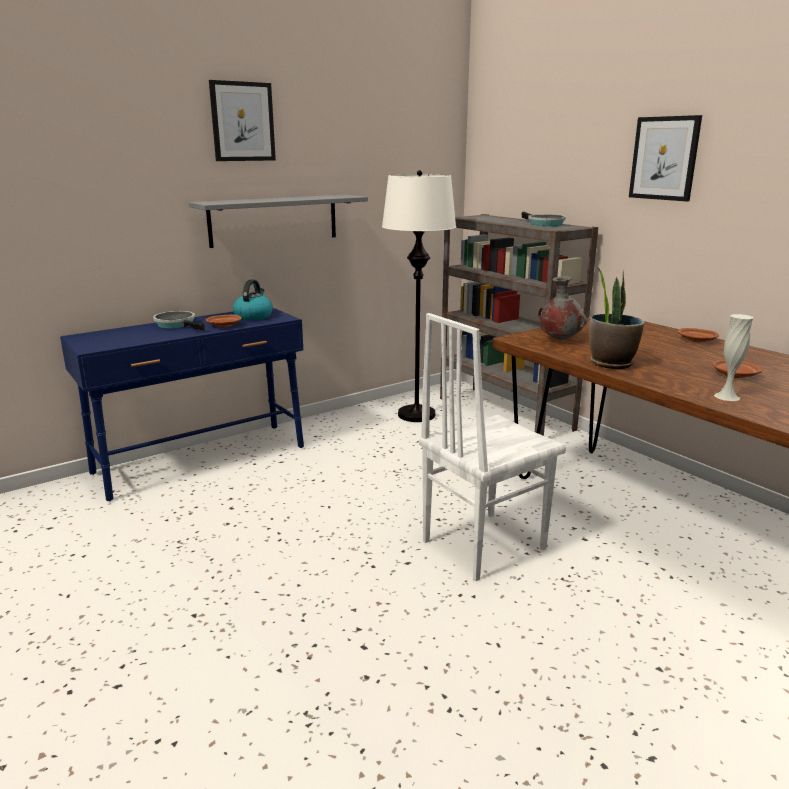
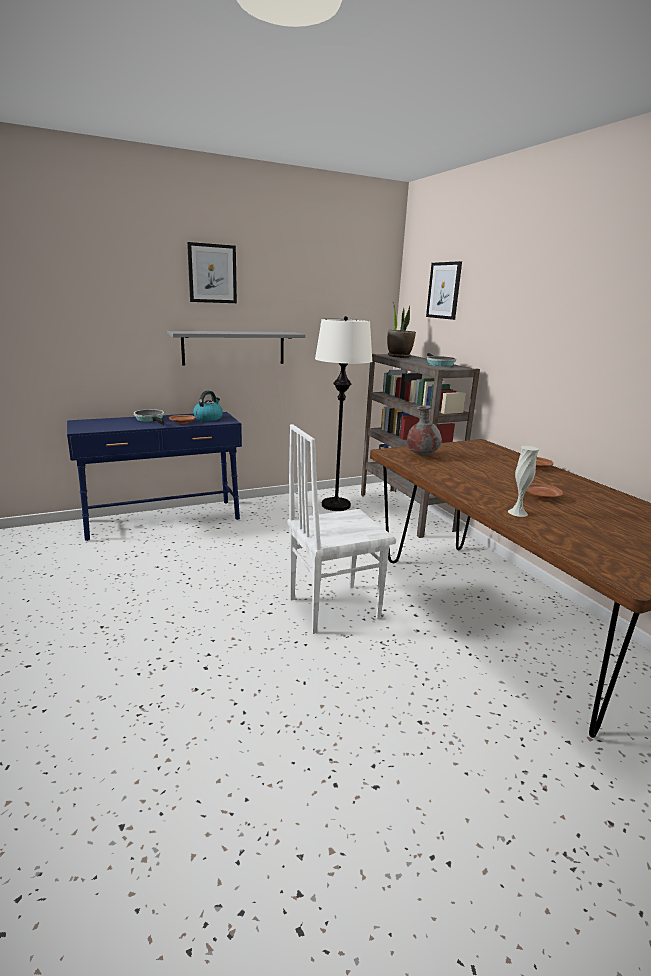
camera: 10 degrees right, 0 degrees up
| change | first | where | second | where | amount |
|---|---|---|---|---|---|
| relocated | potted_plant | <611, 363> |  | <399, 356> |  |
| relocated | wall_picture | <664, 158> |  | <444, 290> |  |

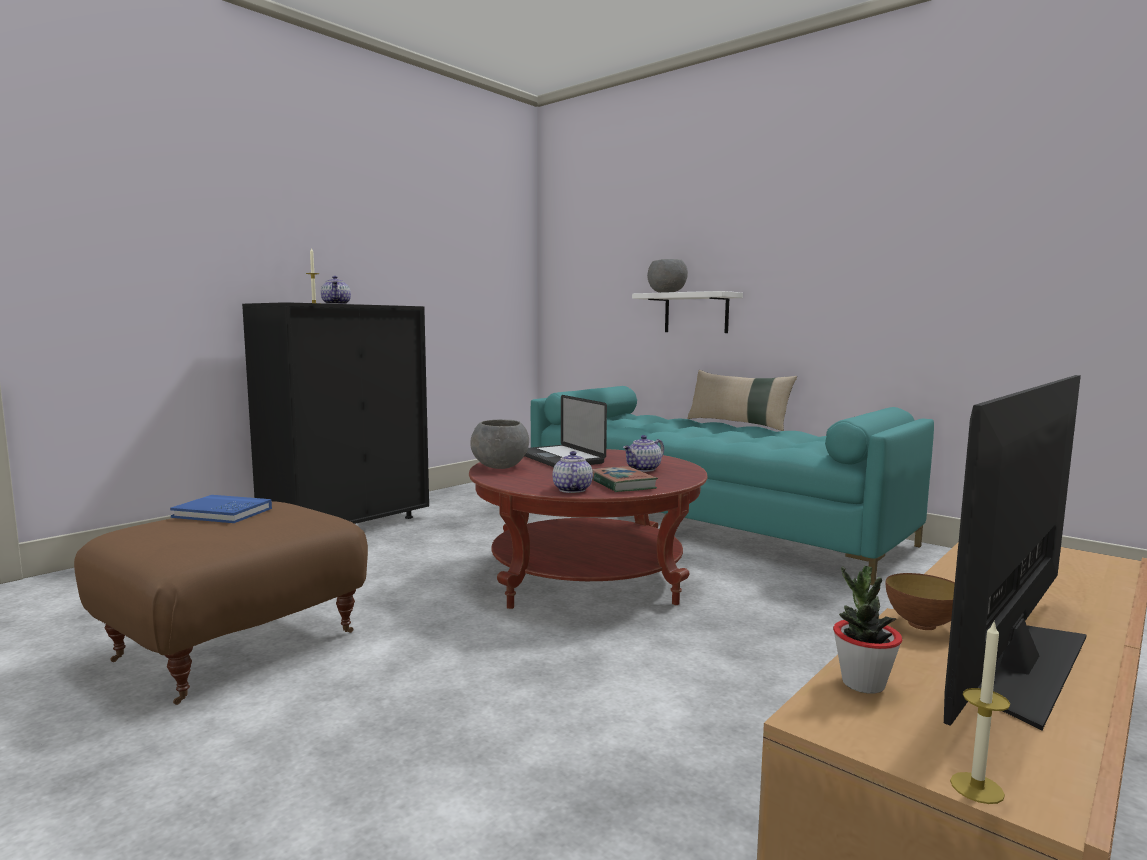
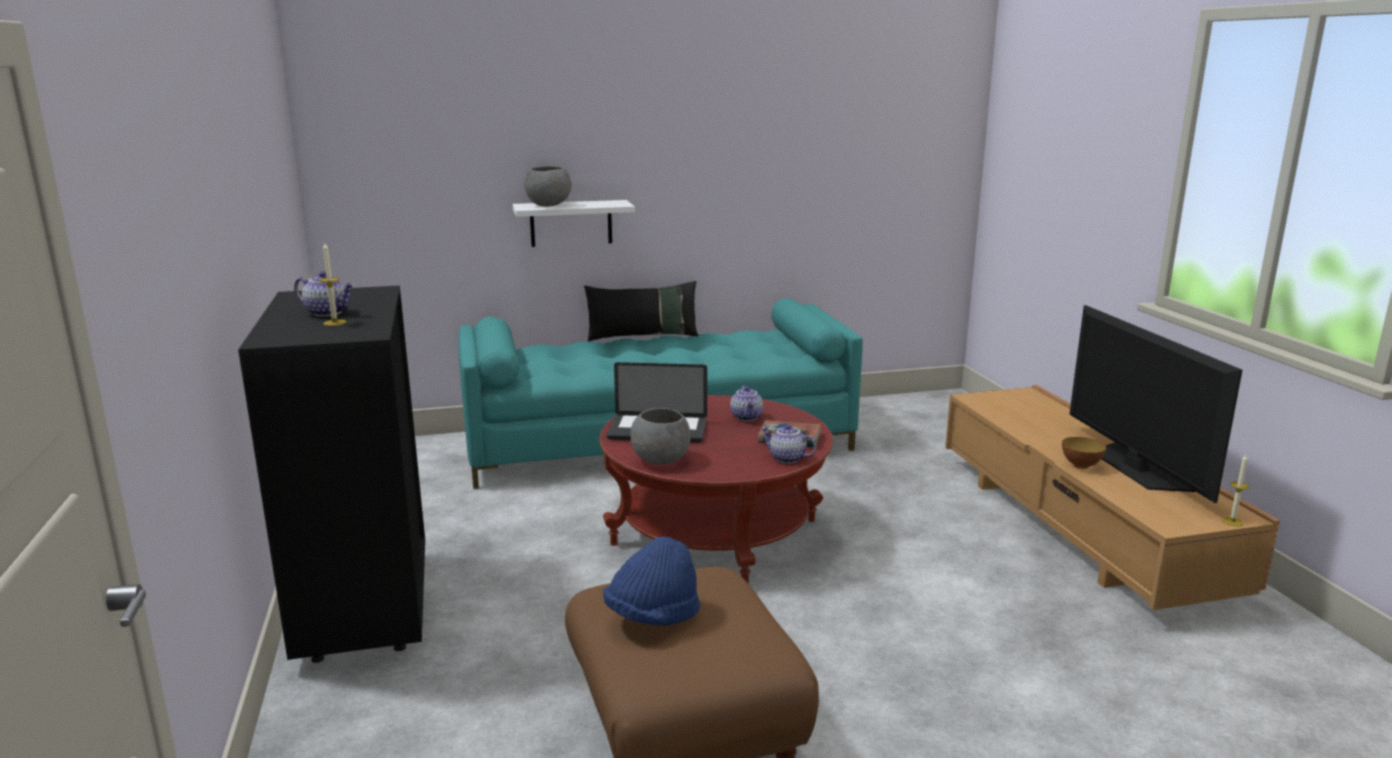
camera: 55 degrees left, 10 degrees up
| change | first | where | second | where | amount |
|---|---|---|---|---|---|
| colour | beige-coloured_throw_pillow | <738, 424> | black-coloured_throw_pillow | <643, 336> |  |
| exchanged | blue-coloured_volume | <222, 513> | blue-coloured_wearable_hat | <652, 616> |  |
| missing | potted_plant | <863, 684> |  |  |  |

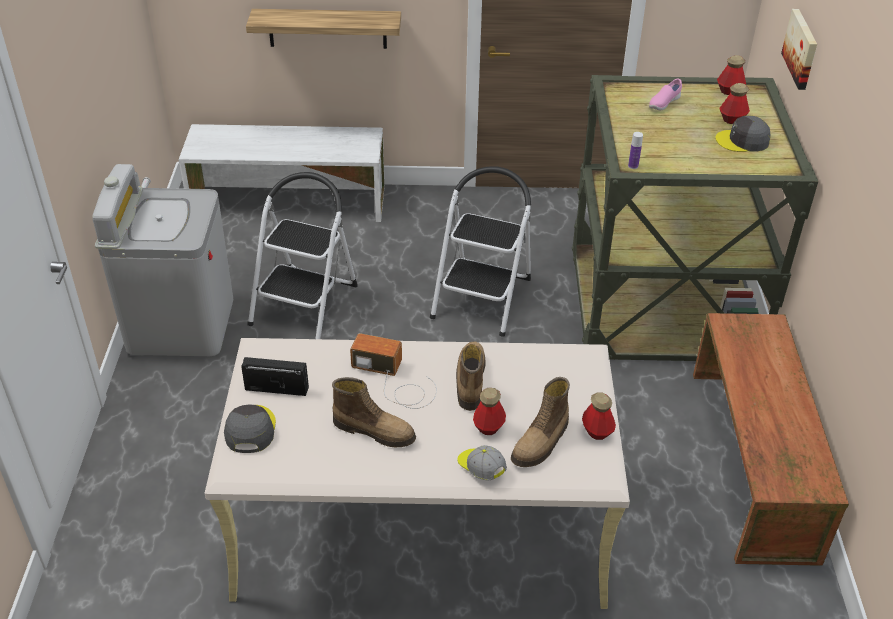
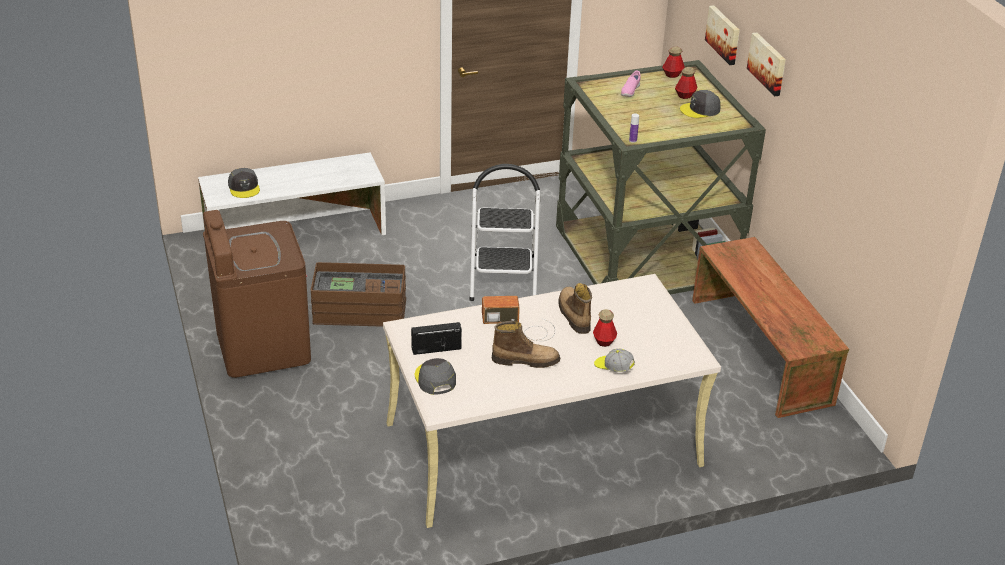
camera: 20 degrees left, 5 degrees down
| change | first | where | second | where | amount |
|---|---|---|---|---|---|
| colour | greyish_laundry_appliance | <180, 325> | brownish_laundry_appliance | <261, 347> |  |
| appeared |  |  | greyish_baseball_cap | <244, 187> |  |
| exchanged | stepladder | <306, 303> | brownish_storage_container | <360, 309> |  |
| appeared |  |  | wall_picture | <768, 63> |  |
| missing | wall_shelf | <327, 28> |  |  |  |
| missing | boot | <541, 443> |  |  |  |
| missing | bottle | <597, 431> |  |  |  |

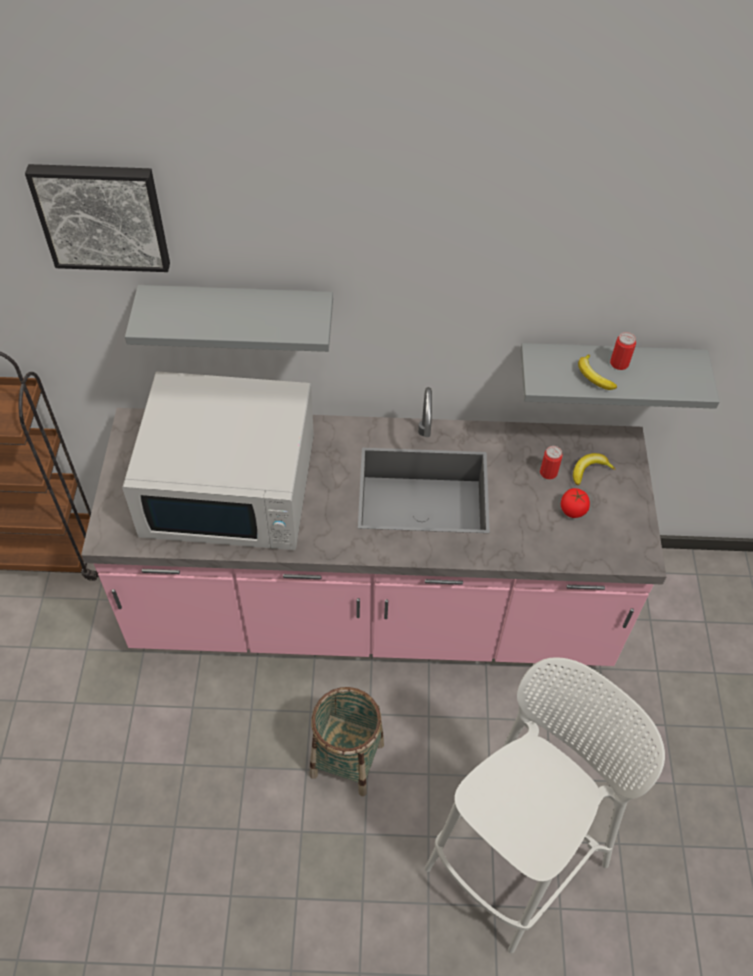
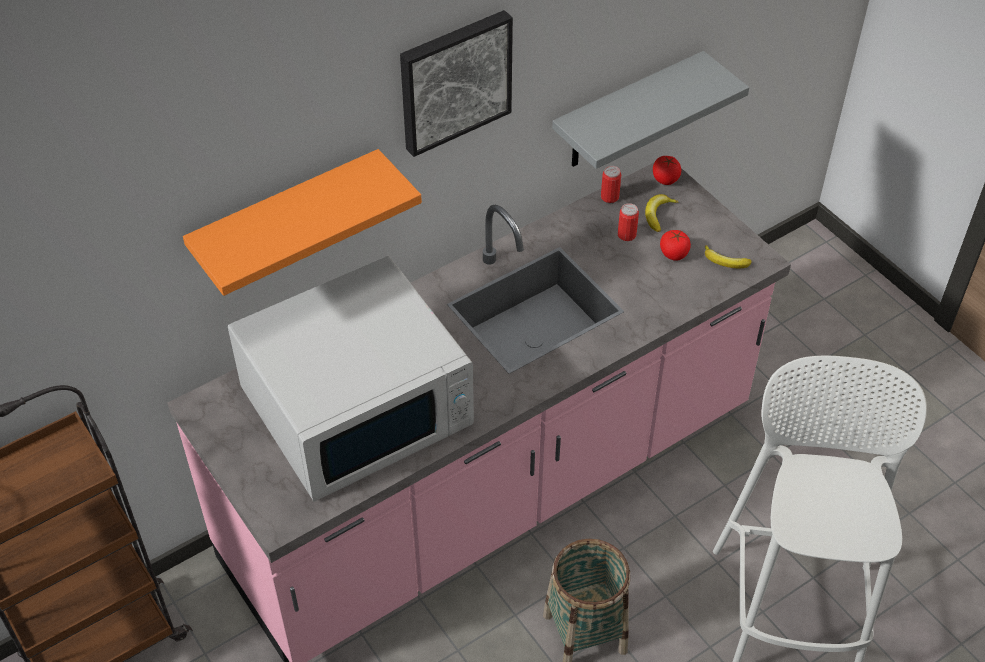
camera: 35 degrees left, 5 degrees down
| change | first | where | second | where | amount |
|---|---|---|---|---|---|
| colour | greyish_wall_shelf | <238, 315> | orange-coloured_wall_shelf | <288, 221> |  |
| relocated | wall_picture | <102, 215> |  | <454, 80> |  |
| relocated | can | <619, 363> |  | <609, 197> |  |
| appeared |  |  | whole_tomato | <665, 179> |  |
| relocated | banana_fruit | <593, 377> |  | <725, 262> |  |

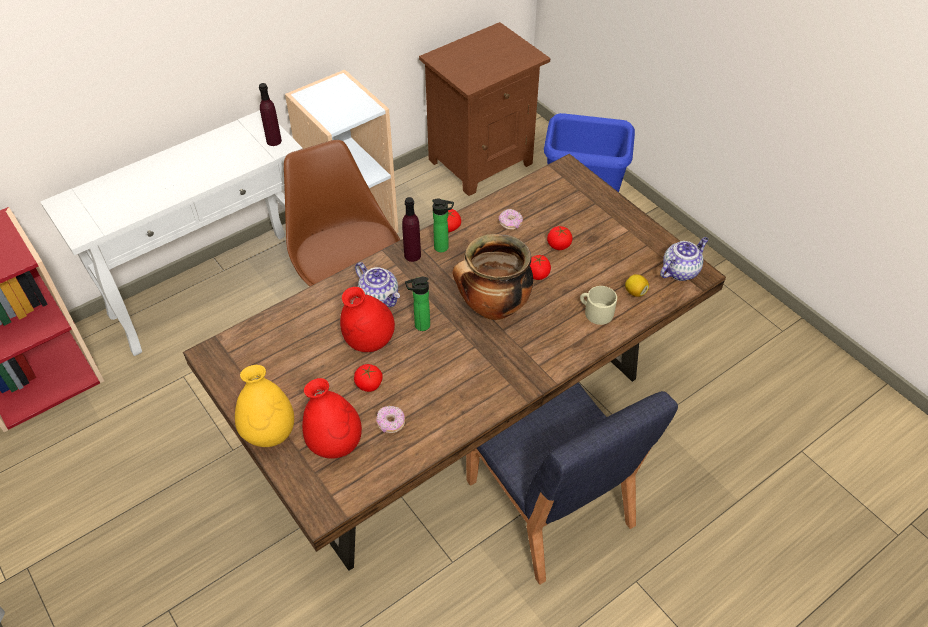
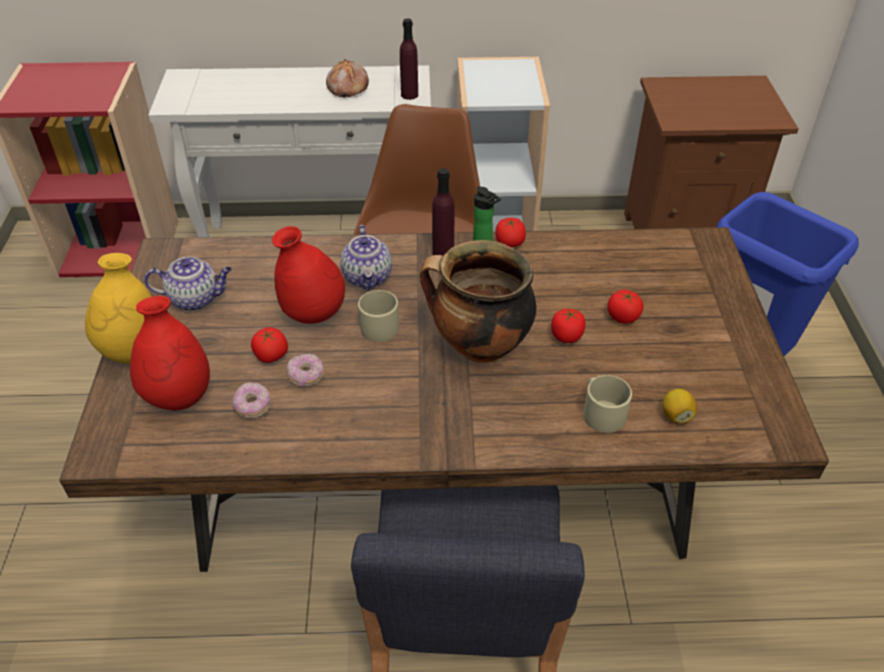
camera: 35 degrees right, 5 degrees down
| change | first | where | second | where | amount |
|---|---|---|---|---|---|
| relocated | tea_pot | <680, 270> |  | <196, 299> |  |
| relocated | doughnut | <510, 223> |  | <306, 376> |  |
| appeared |  |  | bakery_bread | <347, 87> |  |
| exchanged | bottle | <420, 326> | beige-coloured_mug | <381, 325> |  |

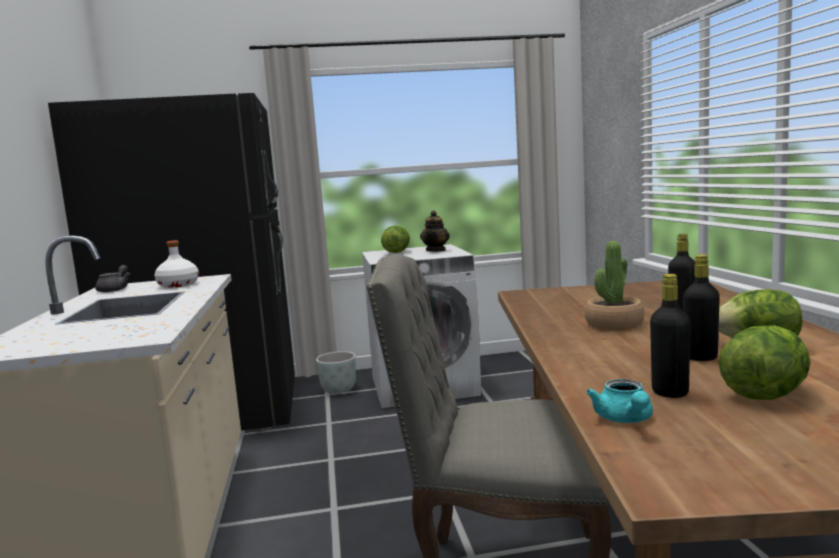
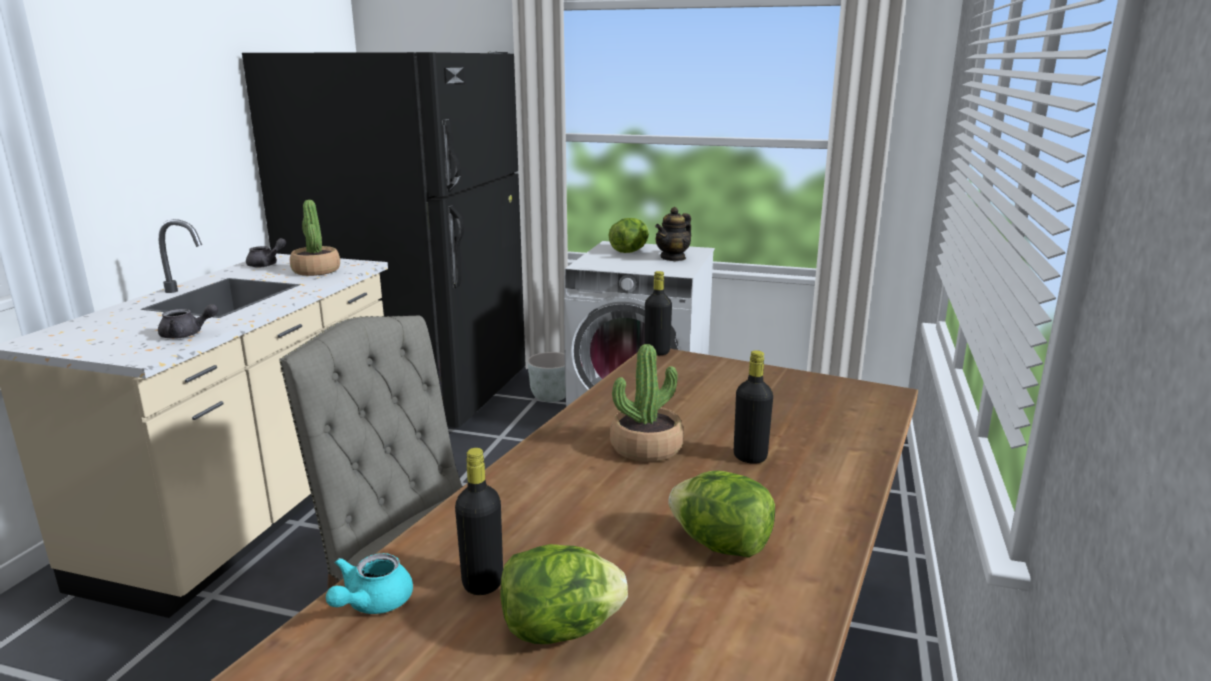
camera: 25 degrees right, 10 degrees up
| change | first | where | second | where | amount |
|---|---|---|---|---|---|
| appeared |  |  | greyish_tea_pot | <187, 335> |  |
| exchanged | white-coloured_bottle | <177, 285> | potted_plant | <316, 271> |  |
| relocated | black-coloured_bottle | <700, 357> |  | <657, 352> |  |

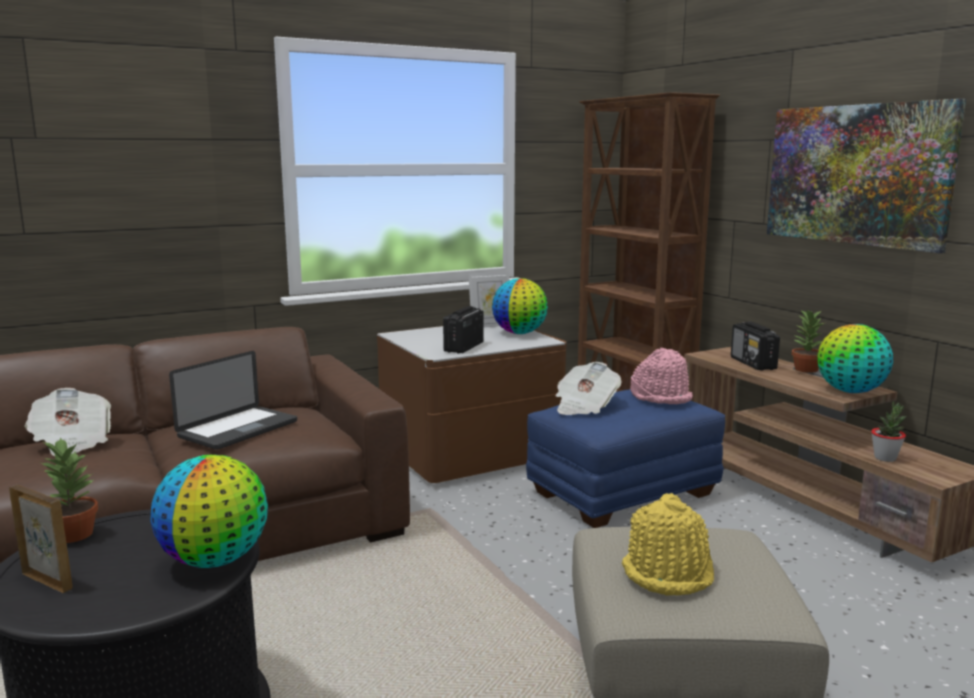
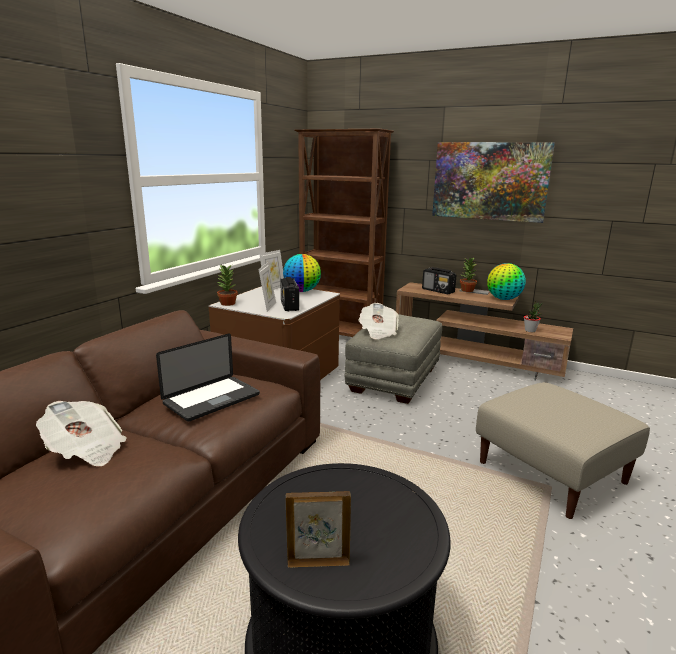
camera: 35 degrees left, 5 degrees up
| change | first | where | second | where | amount |
|---|---|---|---|---|---|
| spun | notebook_computer | <238, 429> |  | <212, 399> | 45 degrees clockwise |
| relocated | potted_plant | <73, 534> |  | <227, 303> |  |
| appeared |  |  | standing_frame | <268, 307> |  |
| colour | blue-coloured_pouffe | <622, 493> | greyish_pouffe | <393, 379> |  |
| missing | globe | <215, 560> |  |  |  |
| missing | yellow_wearable_hat | <668, 572> |  |  |  |
| missing | pinkish_wearable_hat | <661, 397> |  |  |  |

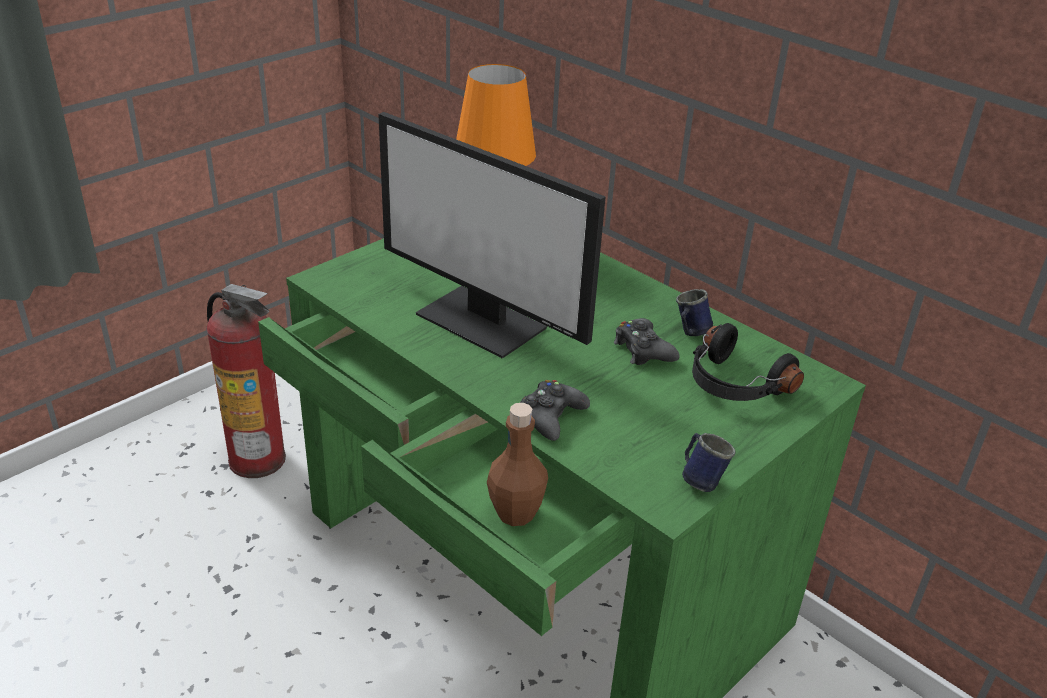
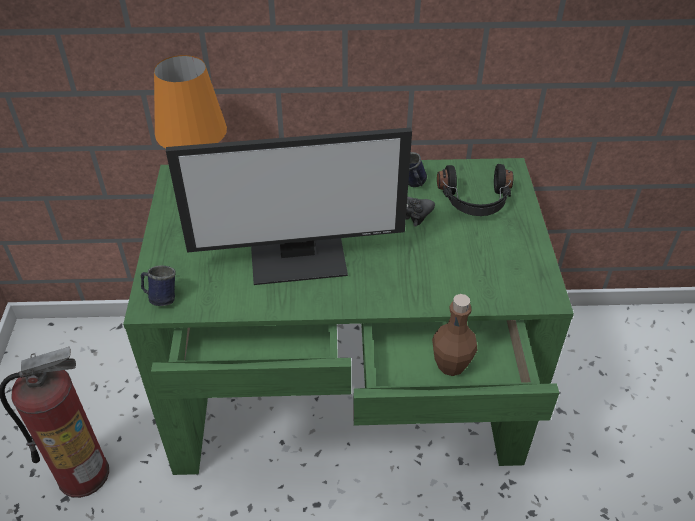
camera: 45 degrees left, 10 degrees up
| change | first | where | second | where | amount |
|---|---|---|---|---|---|
| relocated | blue-coloured_mug | <700, 479> |  | <160, 297> |  |
| missing | black-coloured_game_controller | <550, 417> |  |  |  |

